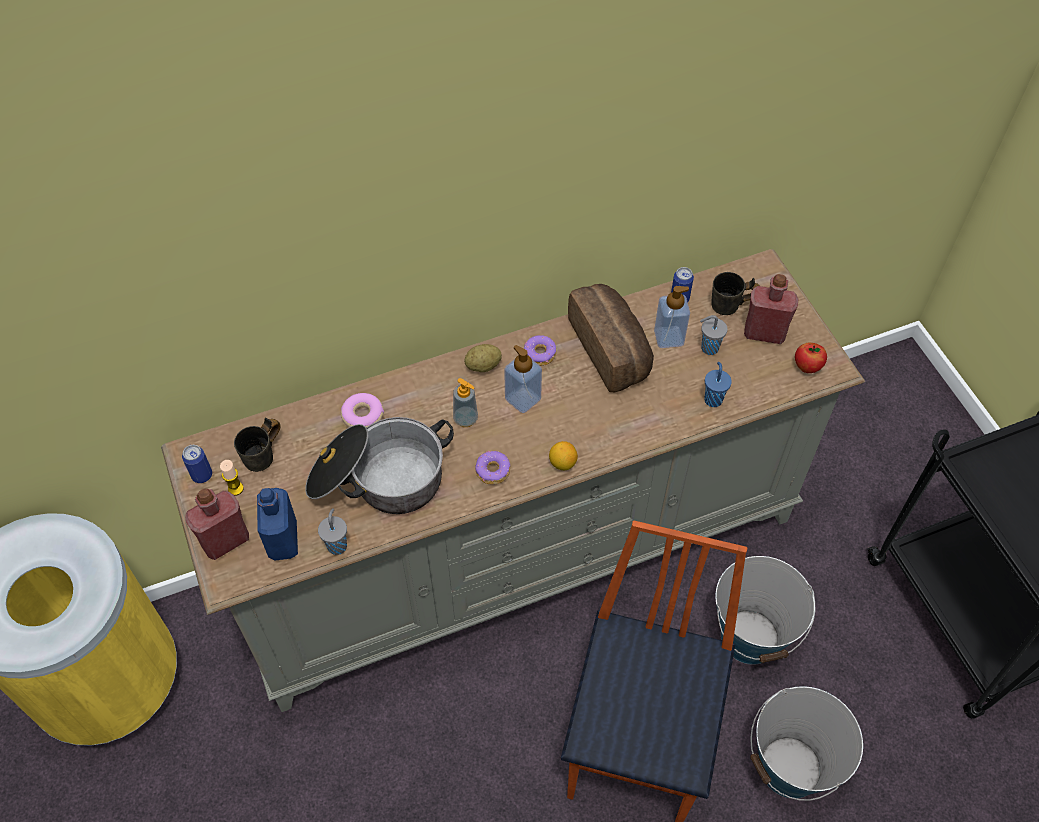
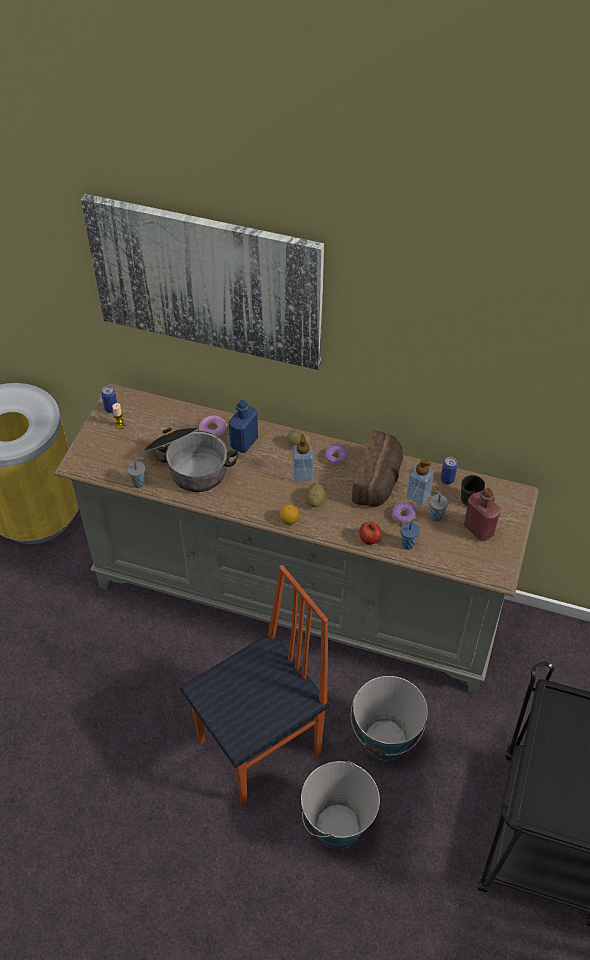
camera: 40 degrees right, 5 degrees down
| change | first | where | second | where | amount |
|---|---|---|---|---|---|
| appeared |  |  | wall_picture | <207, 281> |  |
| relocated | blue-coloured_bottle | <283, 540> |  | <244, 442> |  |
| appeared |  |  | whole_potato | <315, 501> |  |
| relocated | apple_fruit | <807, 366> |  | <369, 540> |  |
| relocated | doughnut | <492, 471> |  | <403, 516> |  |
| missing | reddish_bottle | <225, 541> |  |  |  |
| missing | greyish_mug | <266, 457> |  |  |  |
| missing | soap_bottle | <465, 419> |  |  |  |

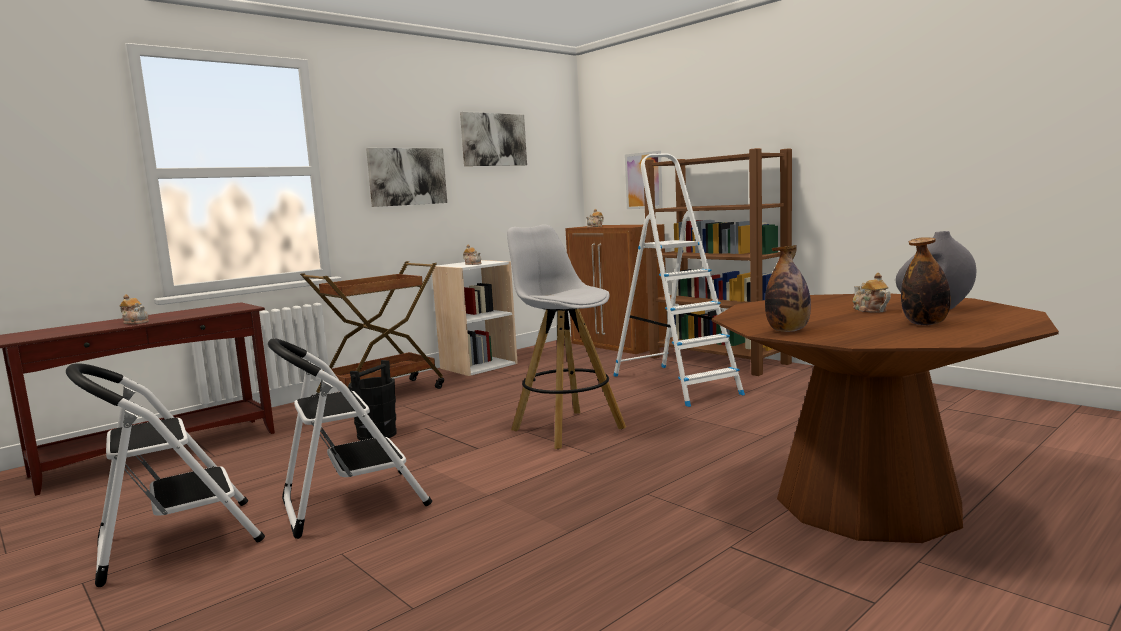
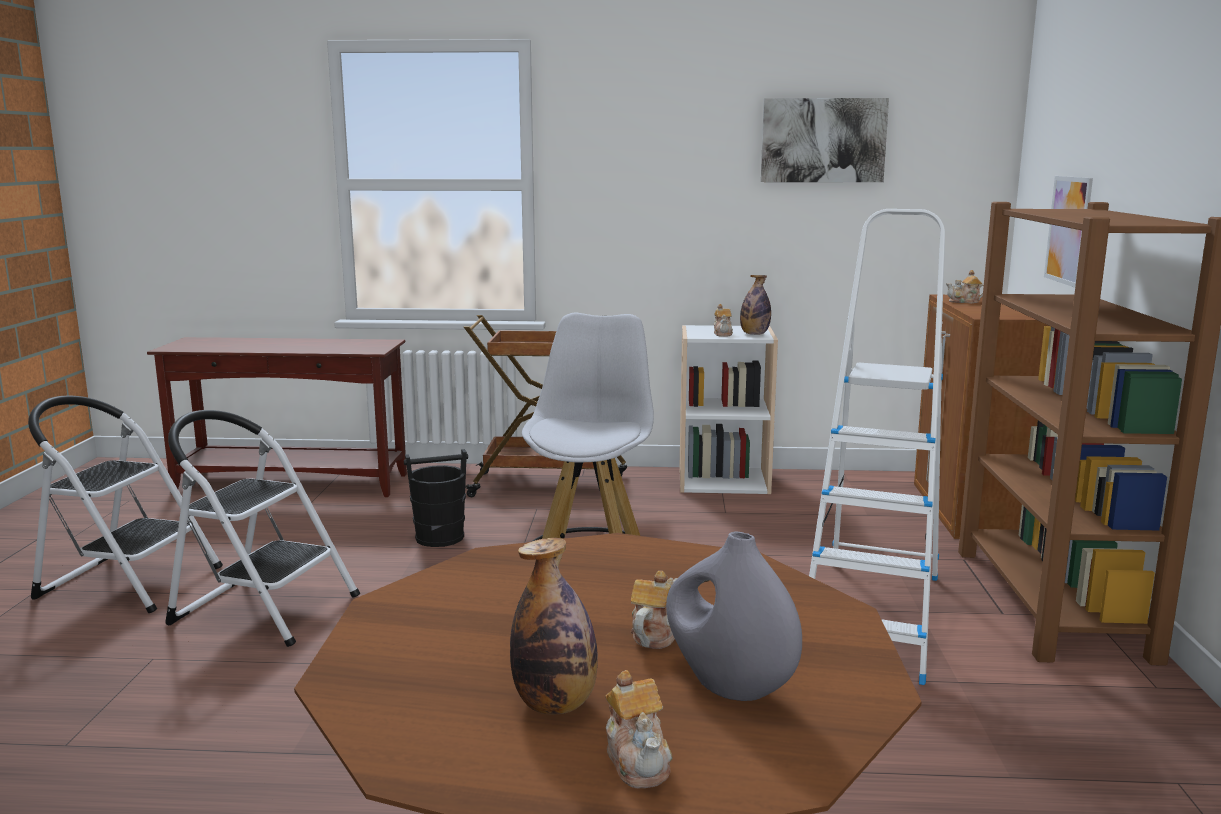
camera: 45 degrees right, 5 degrees up
| change | first | where | second | where | amount |
|---|---|---|---|---|---|
| relocated | tea_pot | <136, 322> |  | <638, 760> |  |
| relocated | bottle | <788, 331> |  | <754, 334> |  |
| missing | wall_picture | <407, 176> |  |  |  |

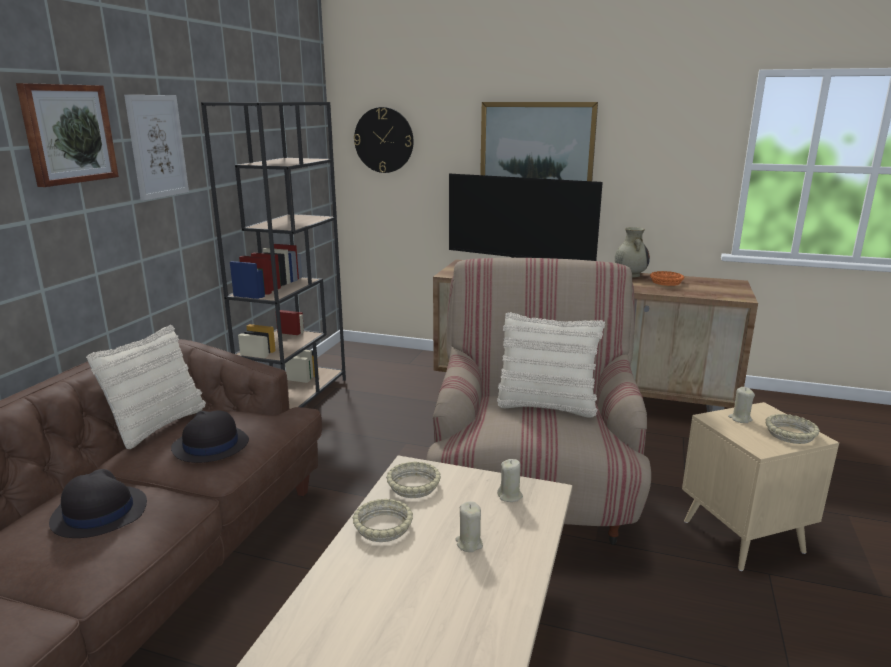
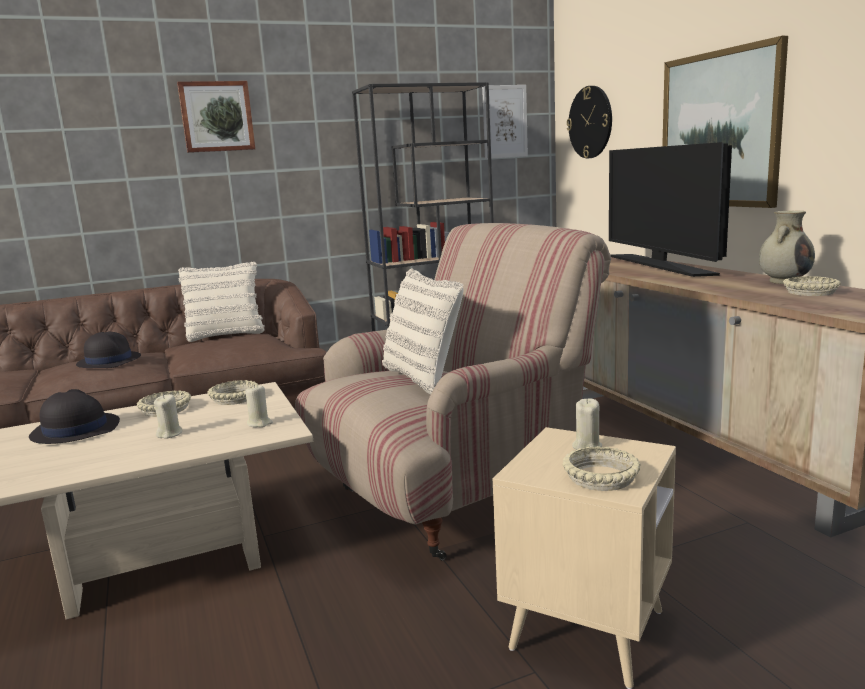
camera: 50 degrees right, 5 degrees down
| change | first | where | second | where | amount |
|---|---|---|---|---|---|
| relocated | black-coloured_wearable_hat | <210, 445> |  | <75, 430> |  |
| relocated | wall_picture | <157, 146> |  | <505, 122> |  |
| colour | orange-coloured_bowl | <666, 282> | beige-coloured_bowl | <809, 292> |  |

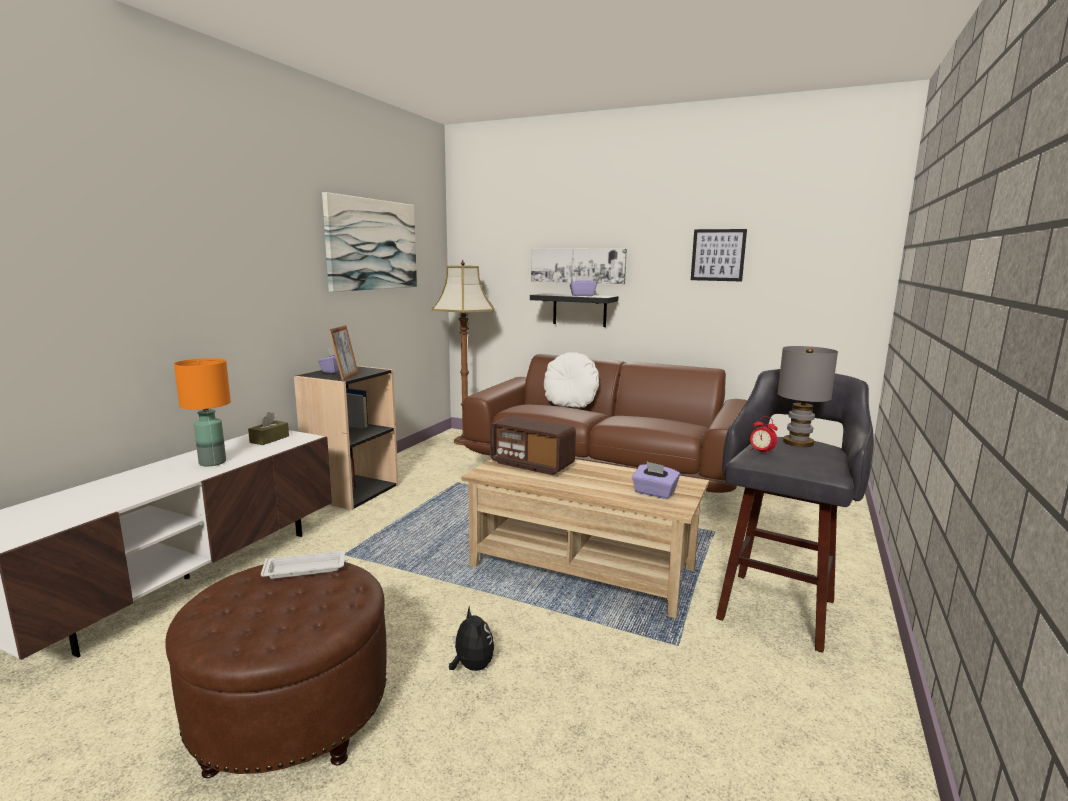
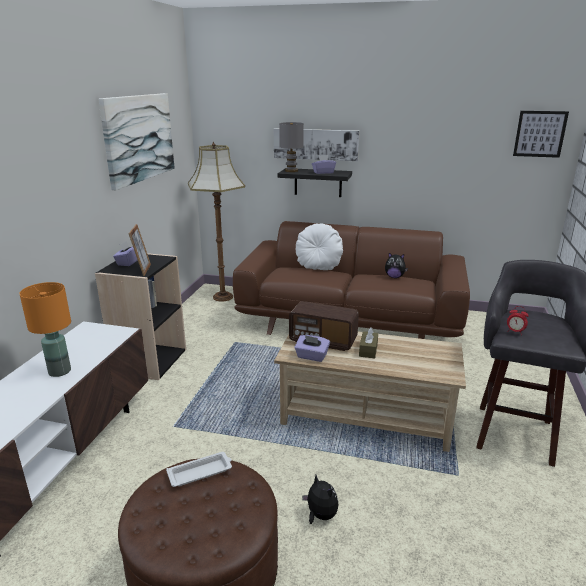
camera: 10 degrees left, 10 degrees up
| change | first | where | second | where | amount |
|---|---|---|---|---|---|
| relocated | greyish_table_lamp | <797, 442> |  | <291, 170> |  |
| relocated | purplish_tissue_box | <654, 493> |  | <311, 356> |  |
| relocated | brownish_tissue_box | <269, 439> |  | <368, 350> |  |
| appeared |  |  | plush_toy | <394, 277> |  |
| relocated | wall_picture | <718, 255> |  | <540, 134> |  |

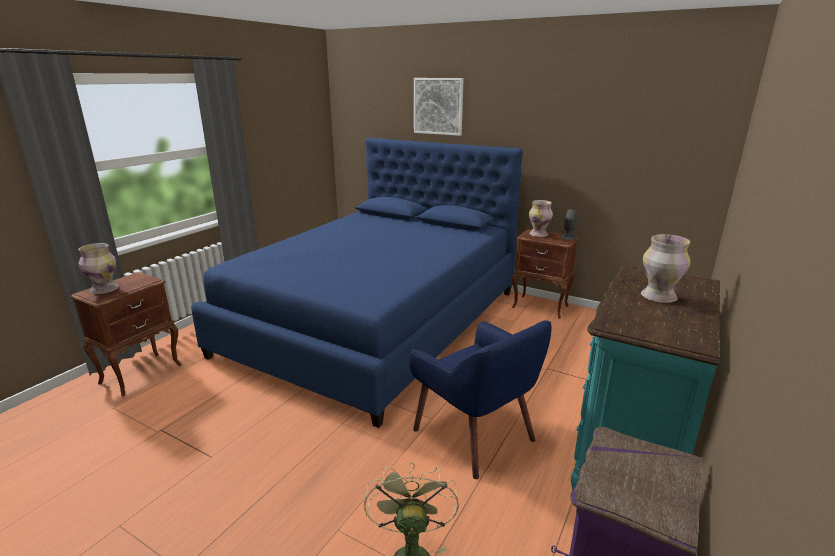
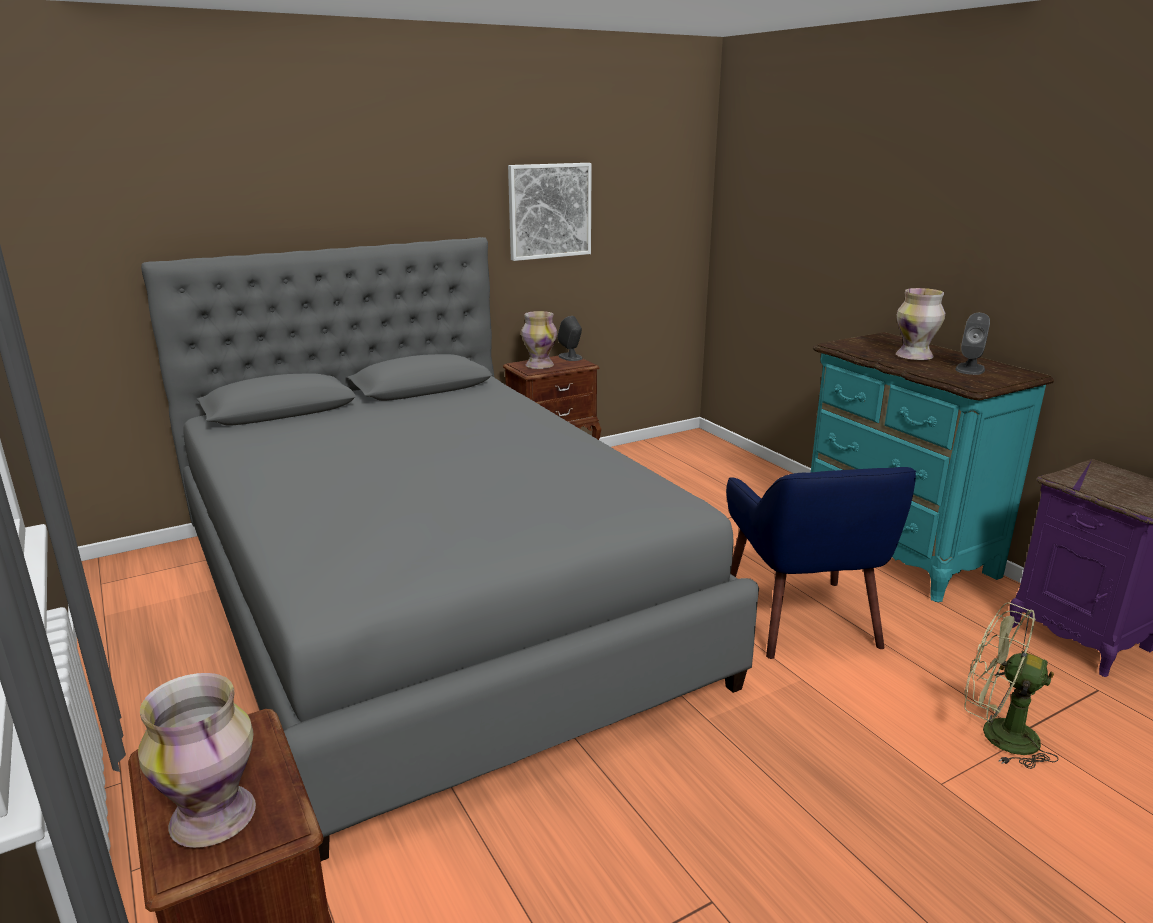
camera: 60 degrees left, 0 degrees up
| change | first | where | second | where | amount |
|---|---|---|---|---|---|
| colour | blue-coloured_bed | <377, 321> | greyish_bed | <431, 603> |  |
| relocated | wall_picture | <438, 106> |  | <549, 211> |  |
| spun | blue-coloured_armchair | <475, 435> |  | <803, 619> | 90 degrees clockwise |
| appeared |  |  | greyish_loudspeaker | <970, 369> |  |

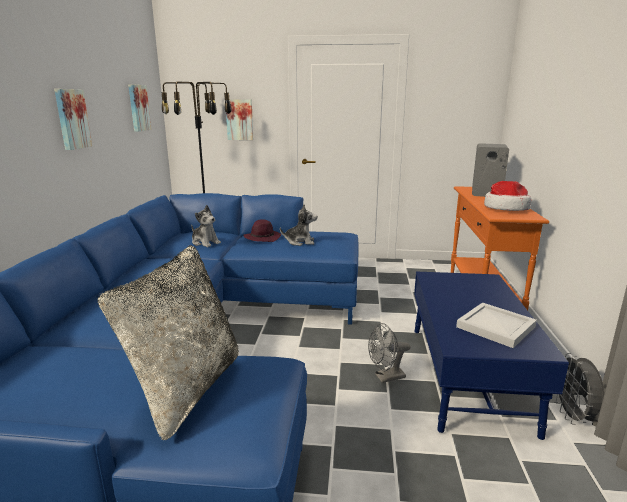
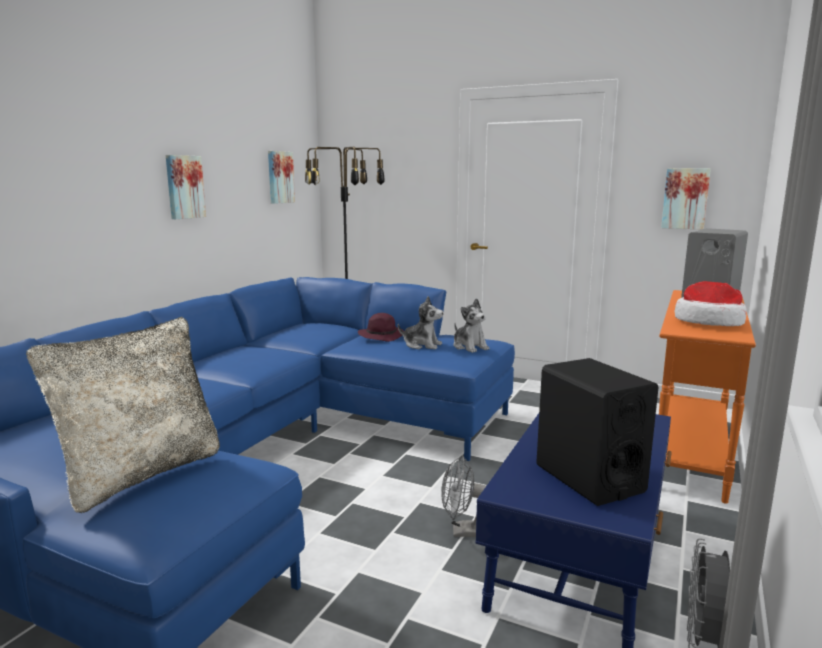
camera: 20 degrees right, 5 degrees down
| change | first | where | second | where | amount |
|---|---|---|---|---|---|
| relocated | plush_toy | <205, 242> |  | <470, 347> |  |
| exchanged | white-coloured_tray | <495, 326> | black-coloured_loudspeaker | <588, 478> |  |
| relocated | wall_picture | <240, 119> |  | <685, 198> |  |

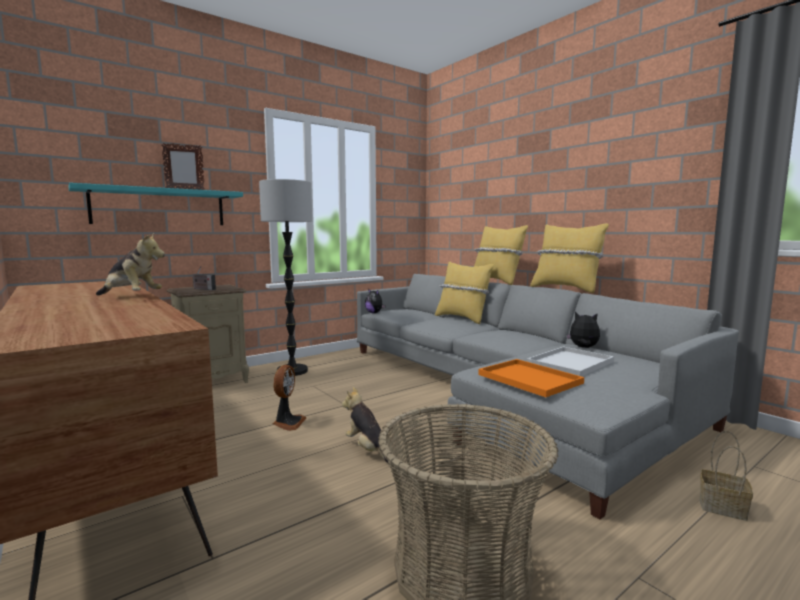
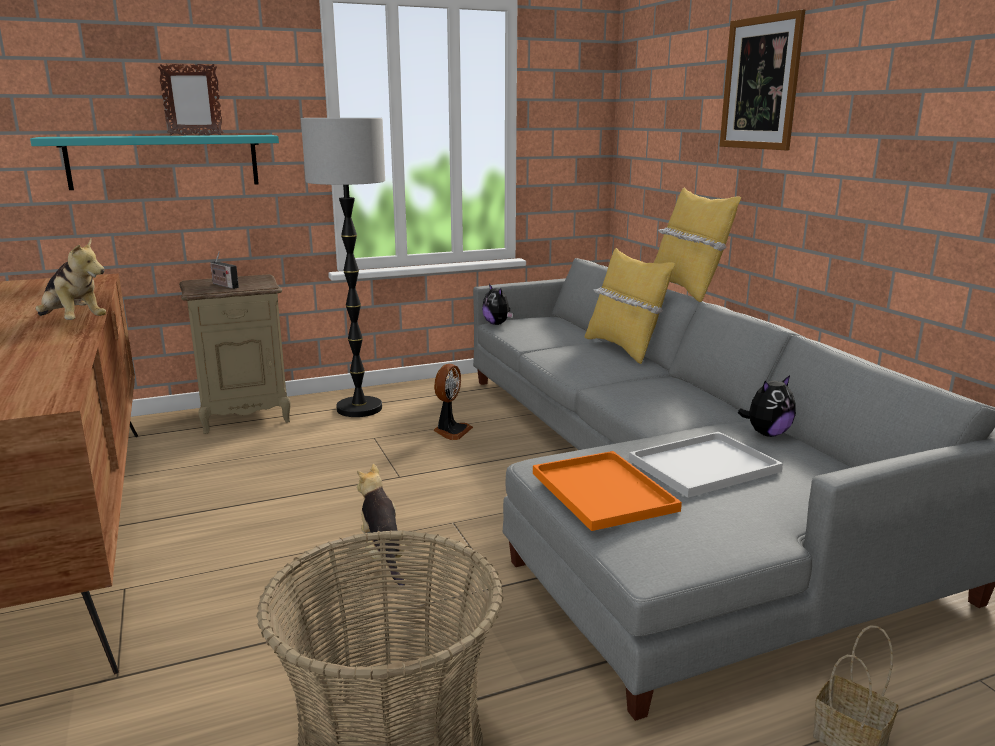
camera: 15 degrees right, 10 degrees up
| change | first | where | second | where | amount |
|---|---|---|---|---|---|
| relocated | cooling_fan | <288, 423> |  | <451, 431> |  |
| appeared |  |  | wall_picture | <760, 83> |  |
| spun | plush_toy | <583, 348> |  | <767, 433> | 105 degrees clockwise |
| missing | yellow_throw_pillow | <566, 289> |  |  |  |

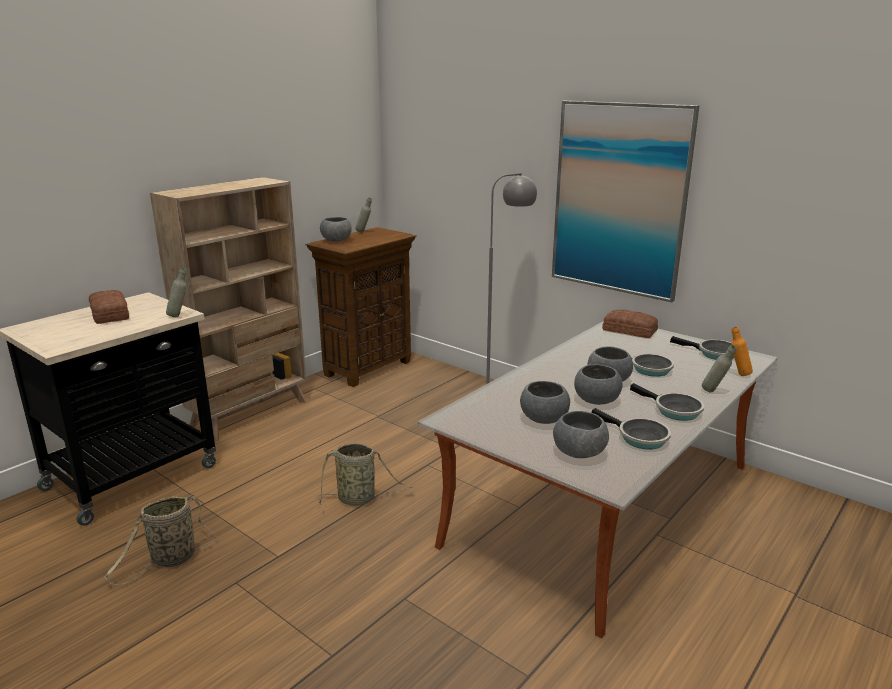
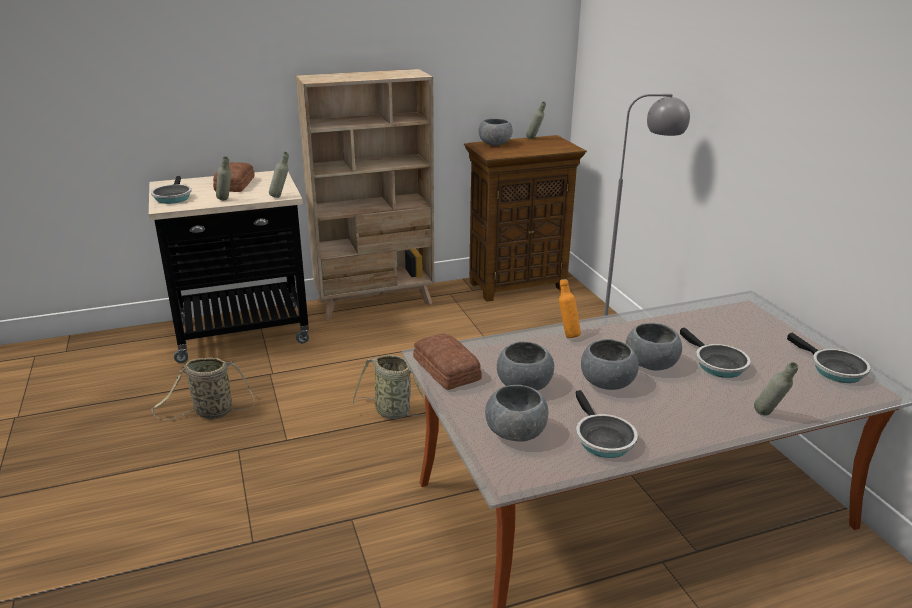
camera: 30 degrees right, 5 degrees up
| change | first | where | second | where | amount |
|---|---|---|---|---|---|
| relocated | skillet | <674, 410> |  | <172, 197> |  |
| appeared |  |  | greyish_bottle | <226, 200> |  |
| relocated | bakery_bread | <629, 331> |  | <445, 370> |  |
| relocated | orange-coloured_bottle | <738, 374> |  | <567, 335> |  |
| missing | wall_picture | <619, 199> |  |  |  |

